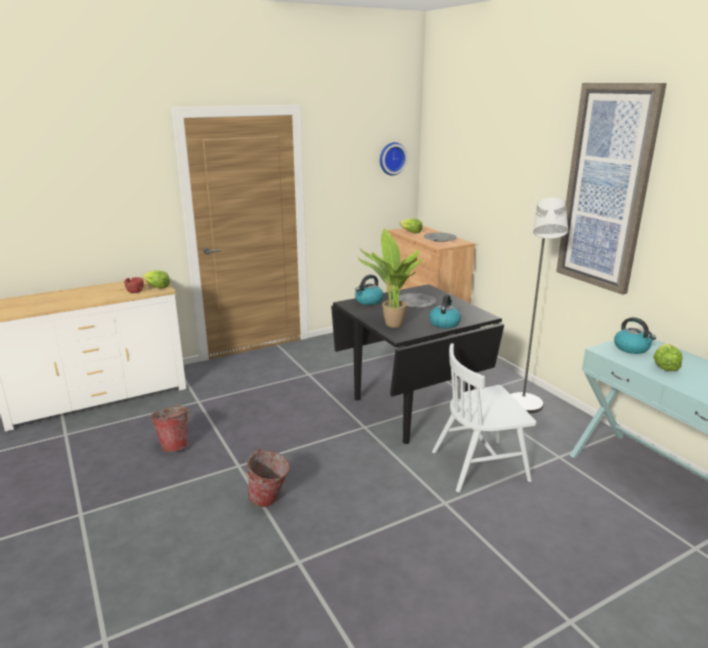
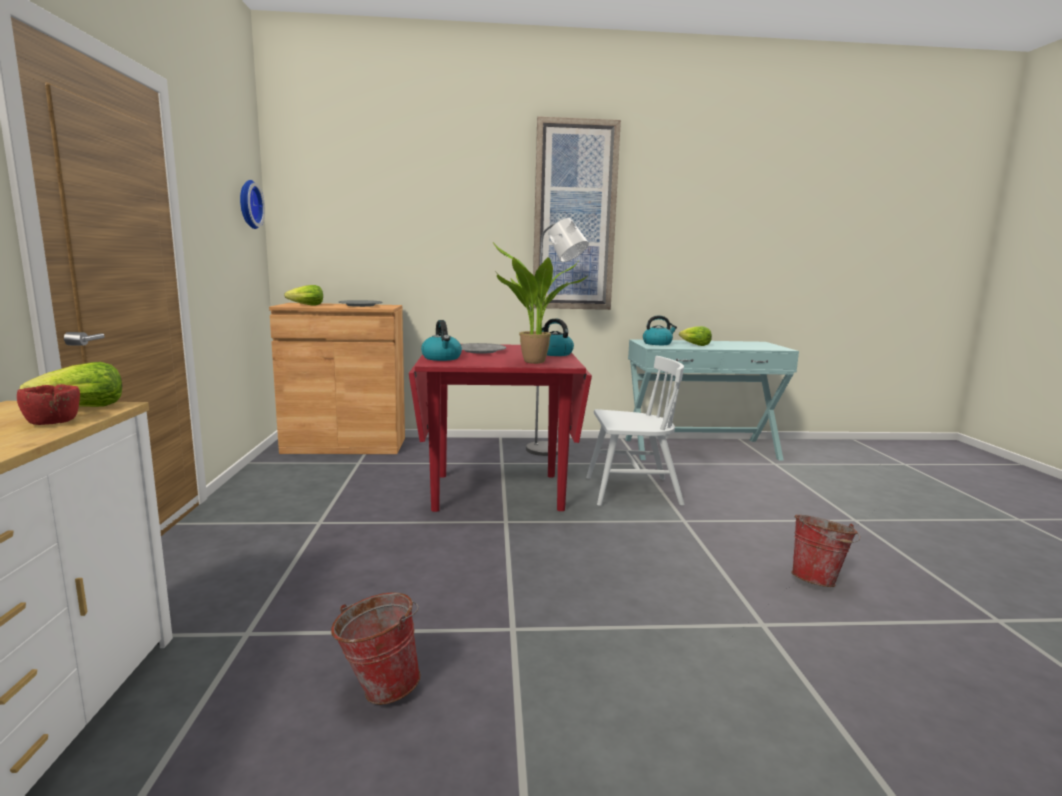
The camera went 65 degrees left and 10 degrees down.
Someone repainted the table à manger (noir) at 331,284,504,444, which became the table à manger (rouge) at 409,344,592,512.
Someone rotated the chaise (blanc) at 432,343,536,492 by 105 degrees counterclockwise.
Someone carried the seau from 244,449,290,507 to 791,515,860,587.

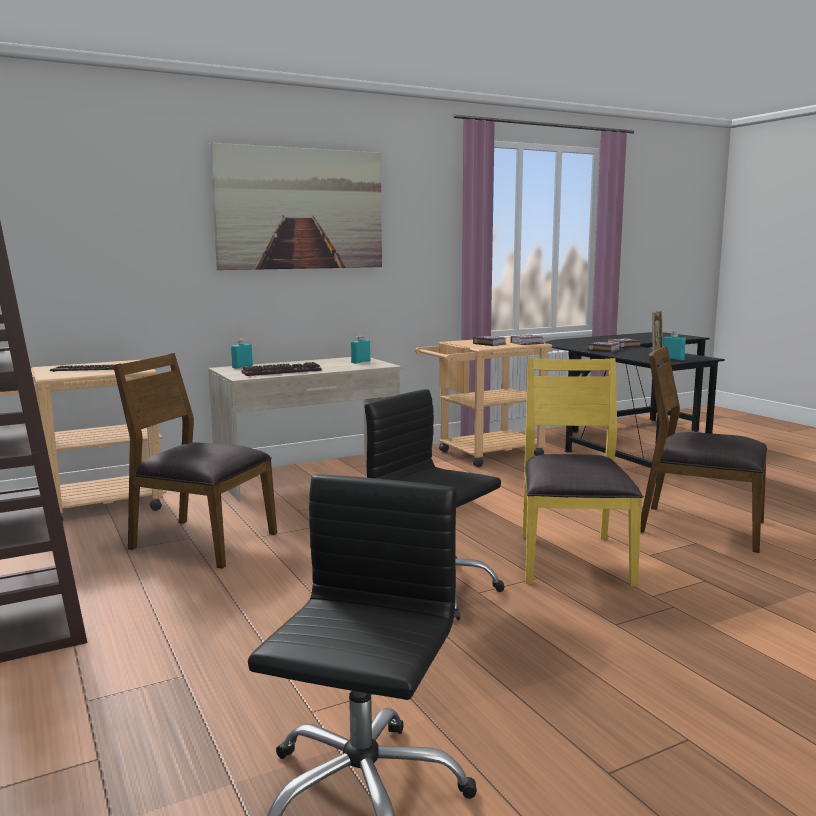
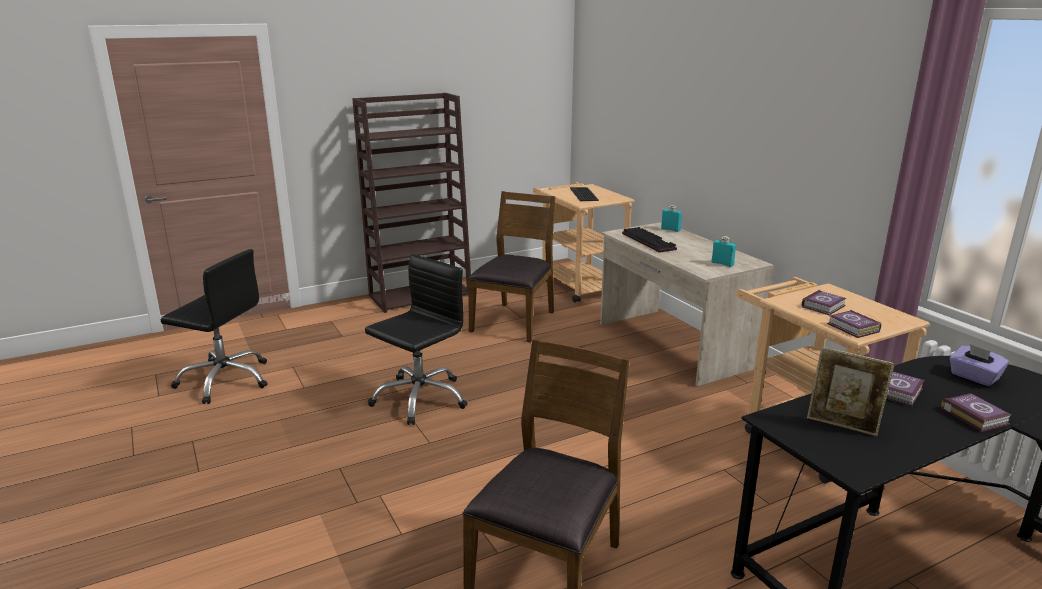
The camera went 90 degrees right and 10 degrees up.
Someone put down the boîte à mouchoirs (violet) at 950,344,1009,386.
Someone took away the tableau at 210,143,382,270.
Someone took away the chaise (jaune) at 523,358,643,587.
Someone took away the bouteille (turquoise) at 662,331,686,361.

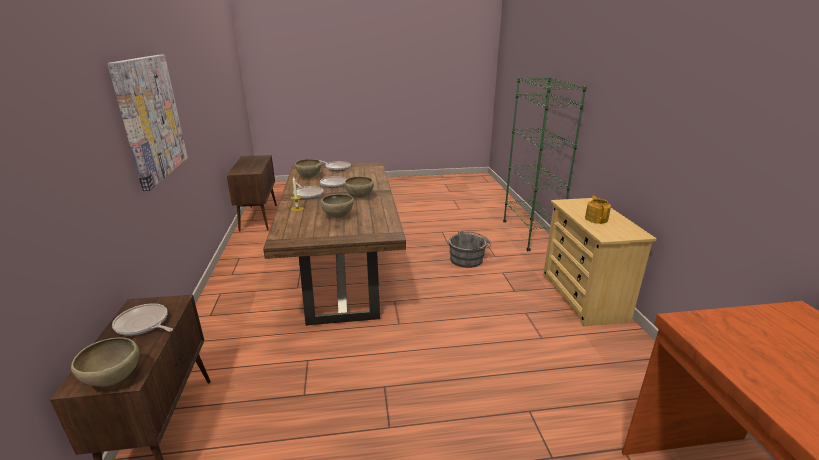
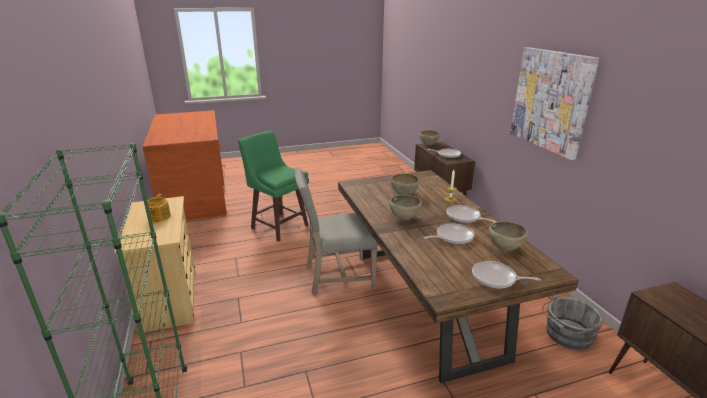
The camera went 170 degrees right and 0 degrees up.
Someone put down the tabouret (vert) at 238,130,309,242.
Someone put down the chaise (beige) at 294,167,378,294.
Someone carried the seau (gris) from 449,231,491,268 to 542,295,603,350.

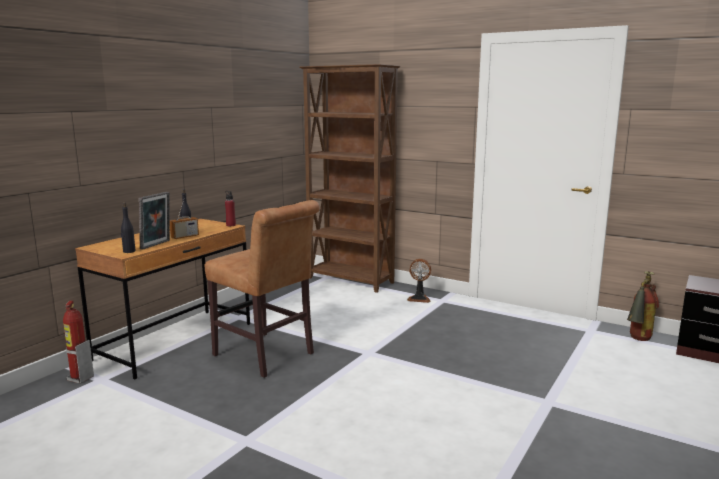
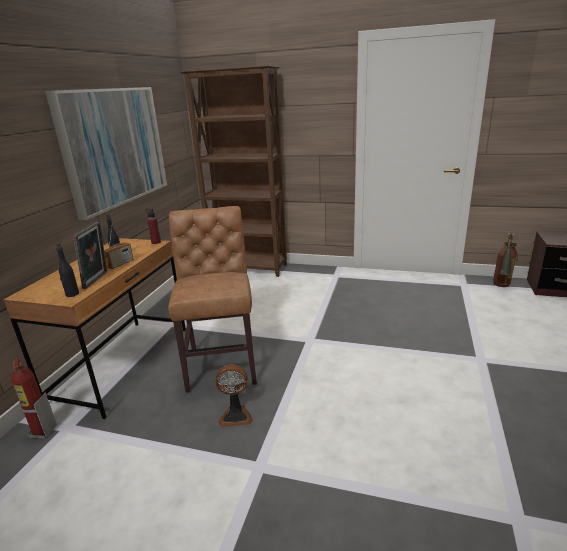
The camera went 15 degrees left and 10 degrees up.
Someone put up the tableau at 45,87,167,220.
Someone rotated the chaise (marron) at 205,200,320,378 by 120 degrees counterclockwise.
Someone carried the ventilateur from 407,259,431,303 to 216,365,253,427.

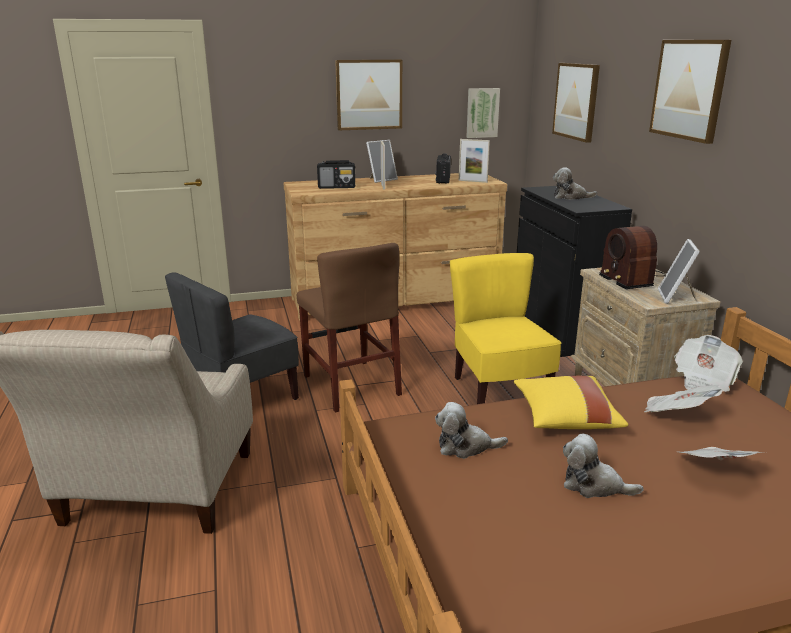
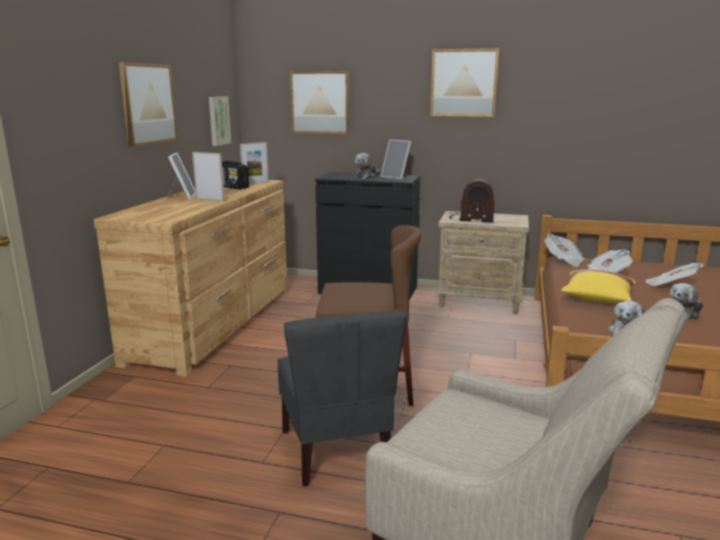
The camera went 60 degrees left and 5 degrees down.
Someone carried the cadre photo from 658,239,700,304 to 381,140,411,180.
Someone took away the radio at 317,160,355,189.
Someone took away the chaise (jaune) at 450,253,561,404.

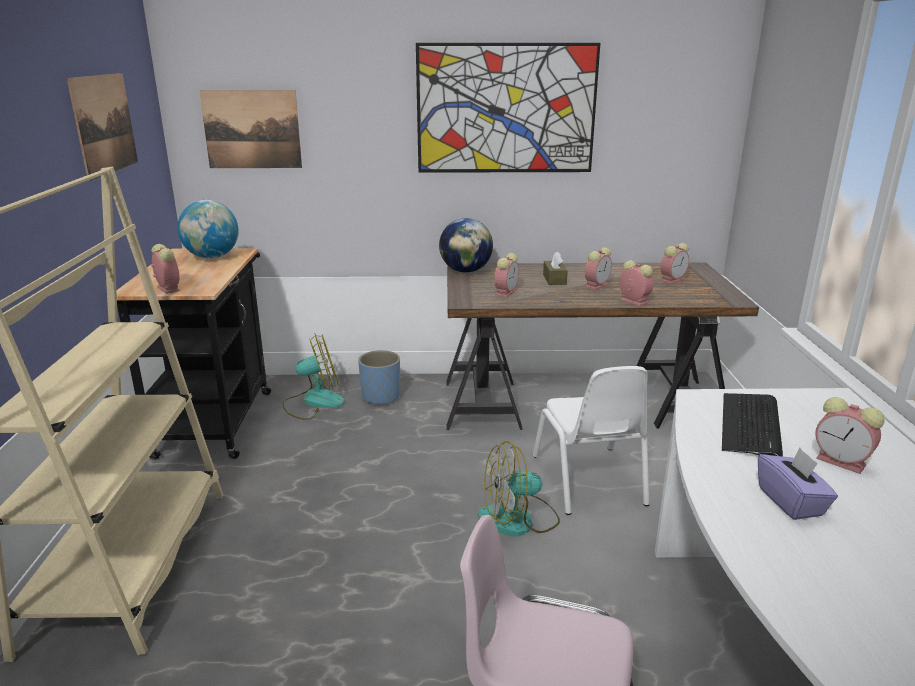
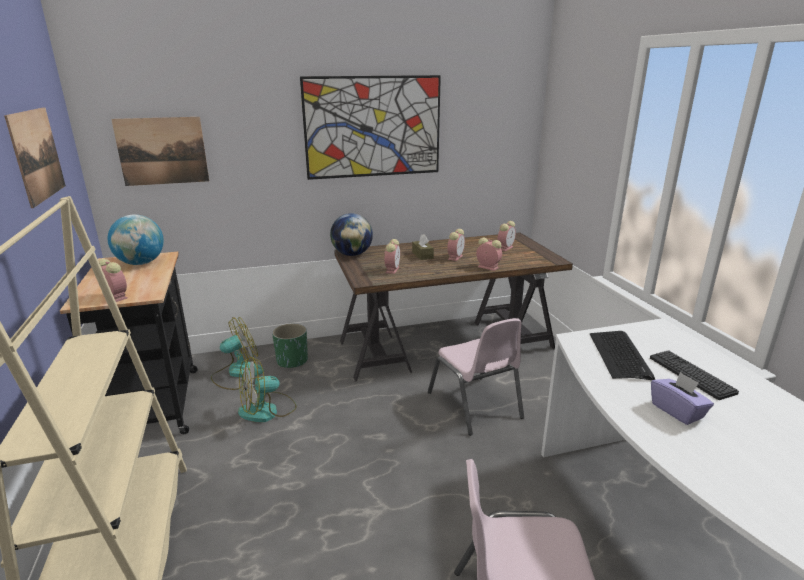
The camera went 15 degrees left and 0 degrees up.
Someone carried the ventilateur from 478,441,560,537 to 238,357,297,422.
Someone repainted the cache-pot (bleu) at 358,350,400,405, which became the cache-pot (vert) at 272,324,308,368.
Someone repainted the chaise (blanc) at 533,366,650,515, which became the chaise (rose) at 428,318,524,436.
Someone swapped the réveil at 815,397,885,474 for the clavier at 650,350,739,400.

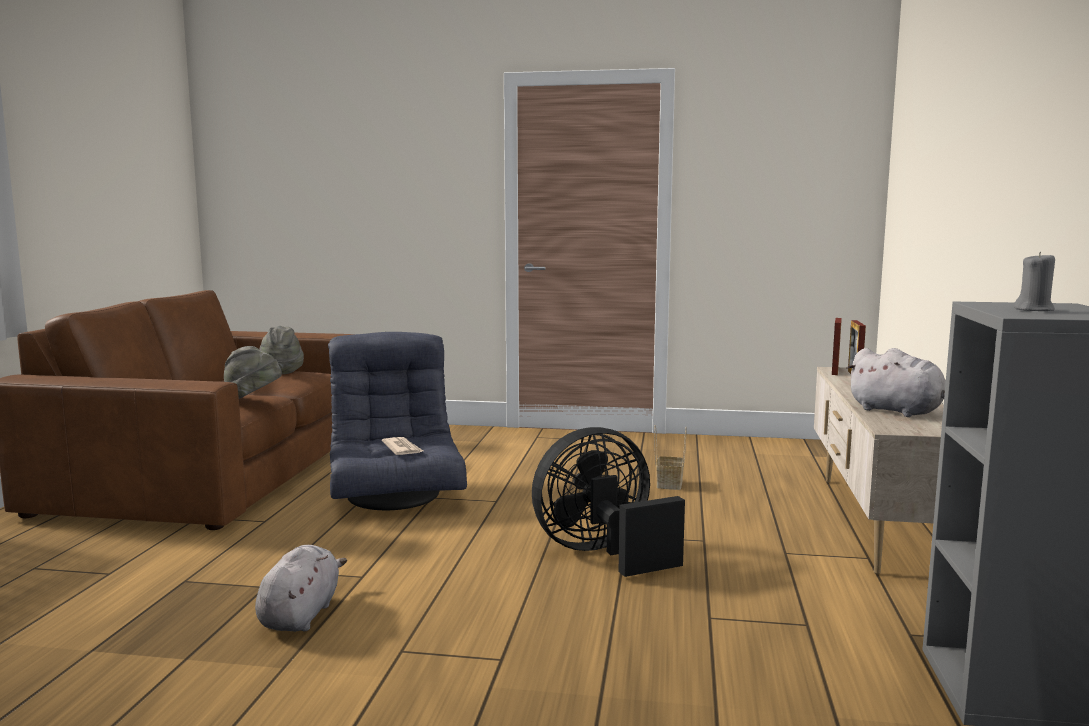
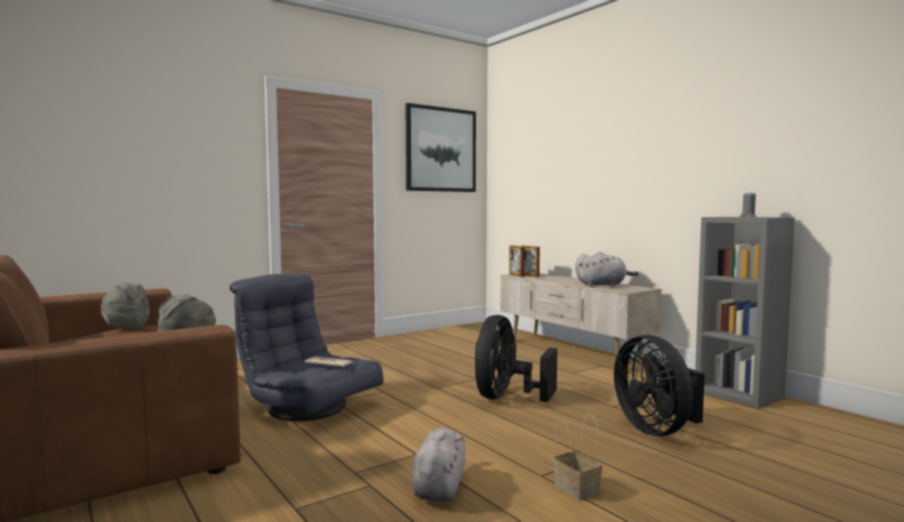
The camera went 45 degrees left and 5 degrees down.
Someone put up the tableau at 406,103,476,192.
Someone rotated the peluche (gris) at 255,545,347,632 by 45 degrees clockwise.
Someone carried the panier from 654,425,687,490 to 553,414,602,500.
Someone put down the ventilateur (noir) at 614,335,705,436.

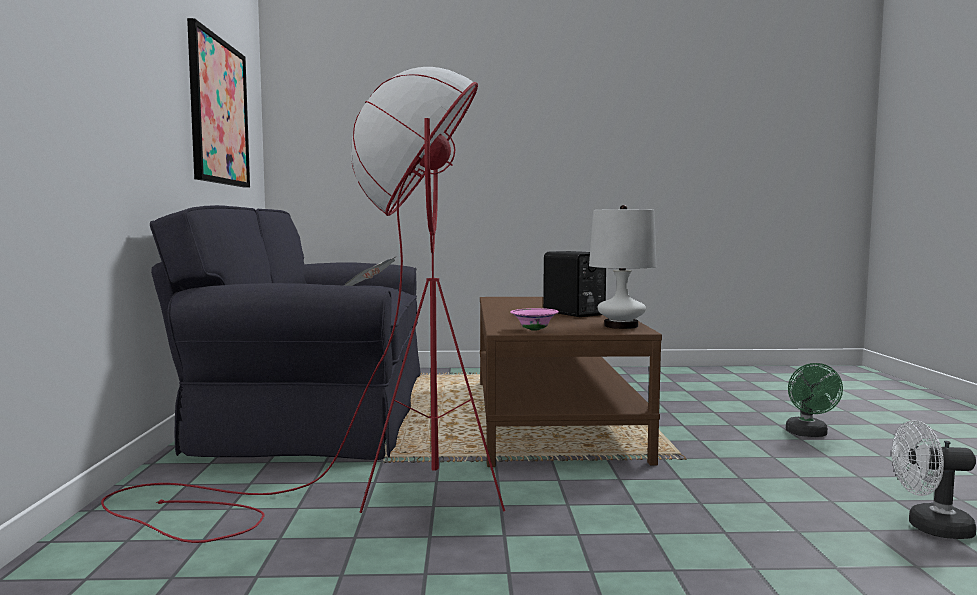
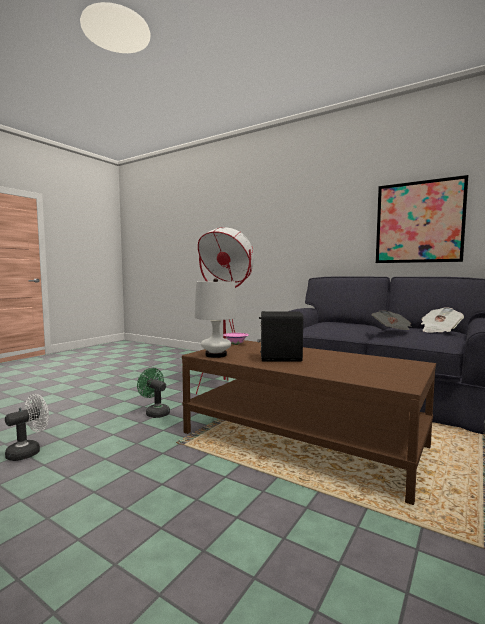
The camera went 125 degrees right and 0 degrees up.
Someone carried the ventilateur (vert) from 786,363,843,437 to 137,368,170,418.
Someone put down the journal at 421,307,464,333.

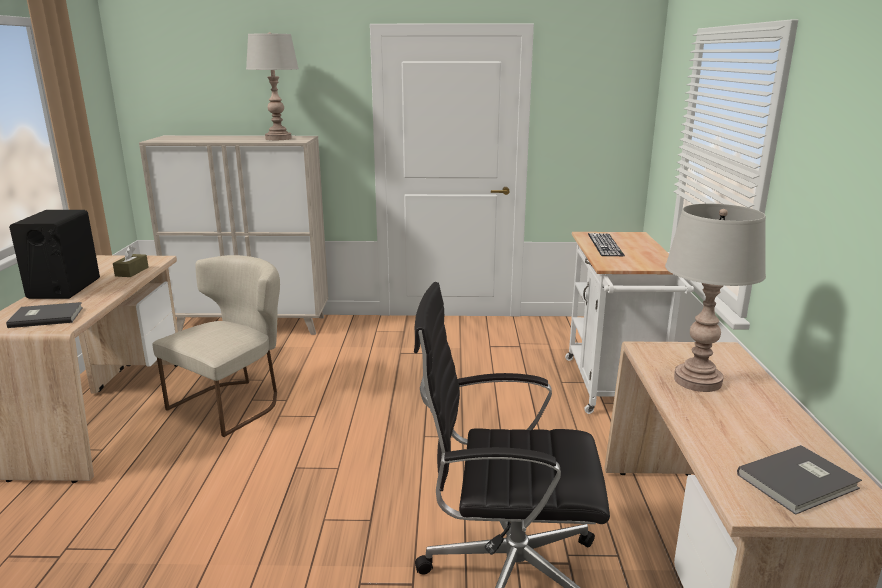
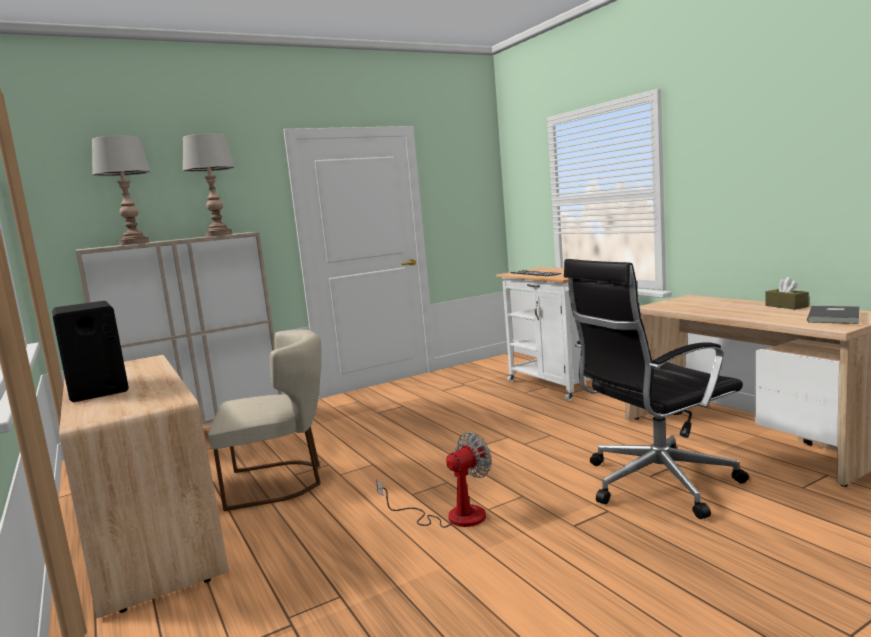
The camera went 30 degrees left and 10 degrees down.
Someone carried the lampe de table (gris) from 665,204,766,392 to 92,136,151,245.
Someone rotated the chaise (beige) at 152,255,280,437 by 75 degrees clockwise.
Someone put down the ventilateur at 376,432,492,528.
Someone carried the boîte à mouchoirs (marron) from 113,246,149,277 to 765,277,809,310.
Someone took away the livre (gris) at 6,302,83,328.

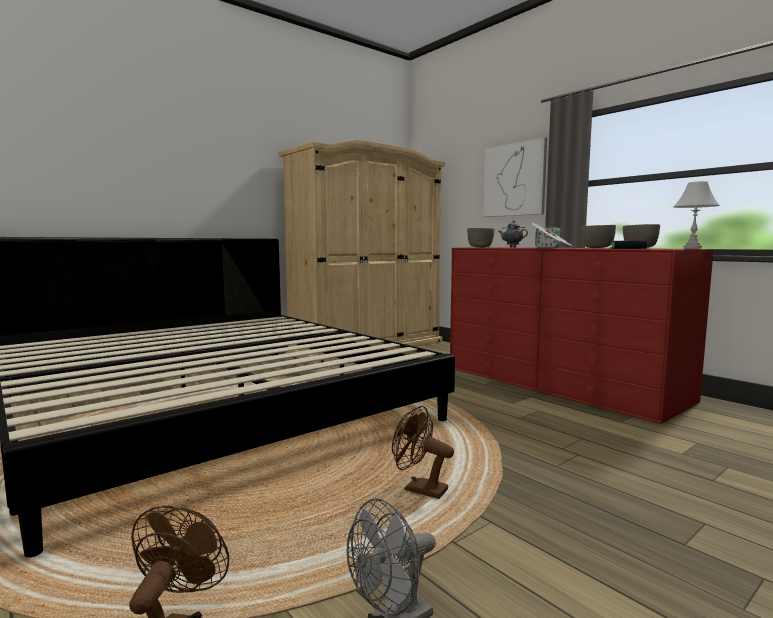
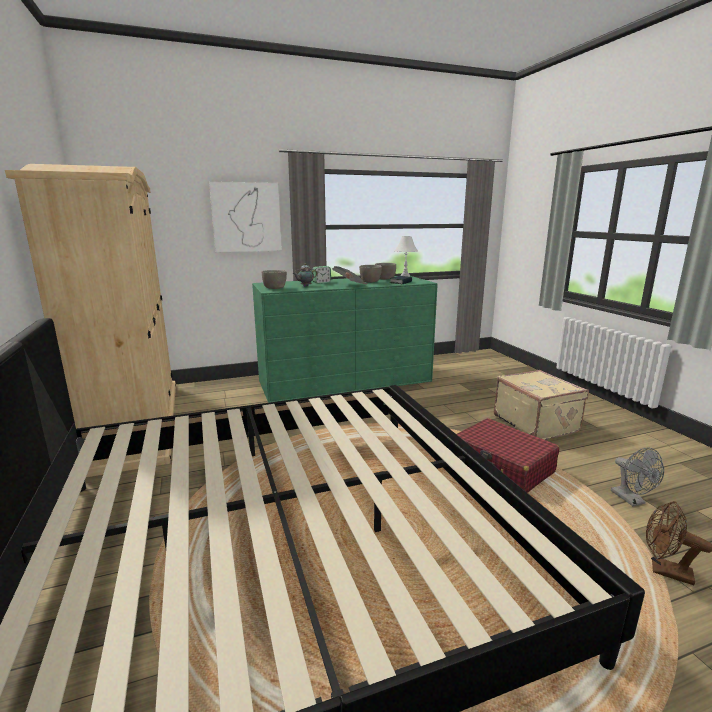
The camera went 70 degrees left and 10 degrees up.
Someone repainted the commode (rouge) at 450,247,714,424, which became the commode (vert) at 252,276,438,403.
Someone swapped the ventilateur (marron) at 392,406,454,499 for the valise (rouge) at 457,418,559,493.
Someone put down the valise (beige) at 494,370,589,440.

